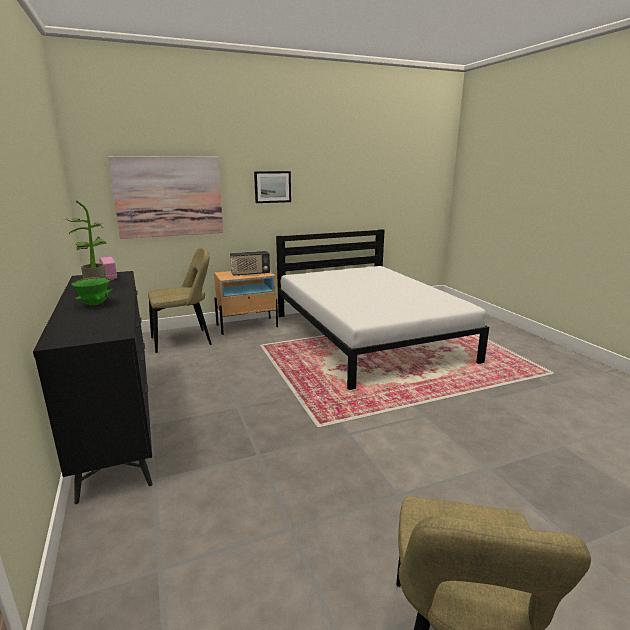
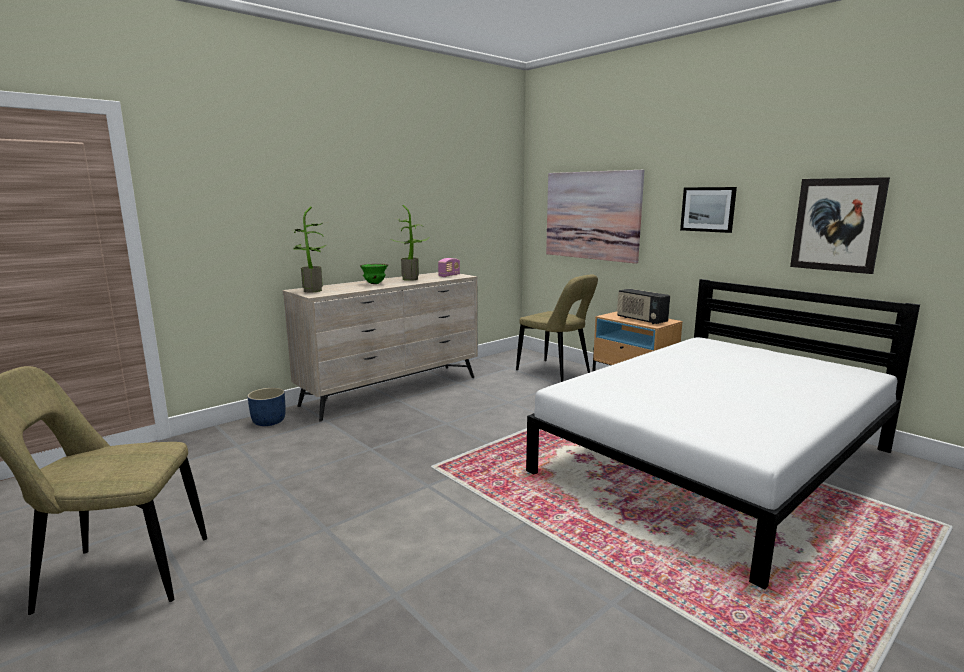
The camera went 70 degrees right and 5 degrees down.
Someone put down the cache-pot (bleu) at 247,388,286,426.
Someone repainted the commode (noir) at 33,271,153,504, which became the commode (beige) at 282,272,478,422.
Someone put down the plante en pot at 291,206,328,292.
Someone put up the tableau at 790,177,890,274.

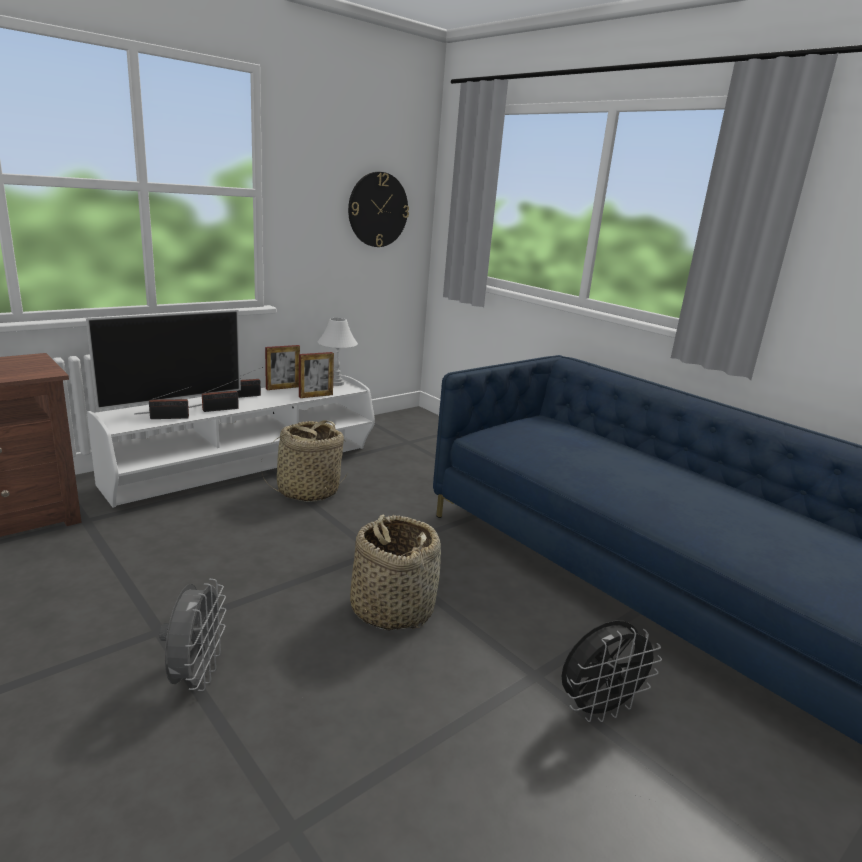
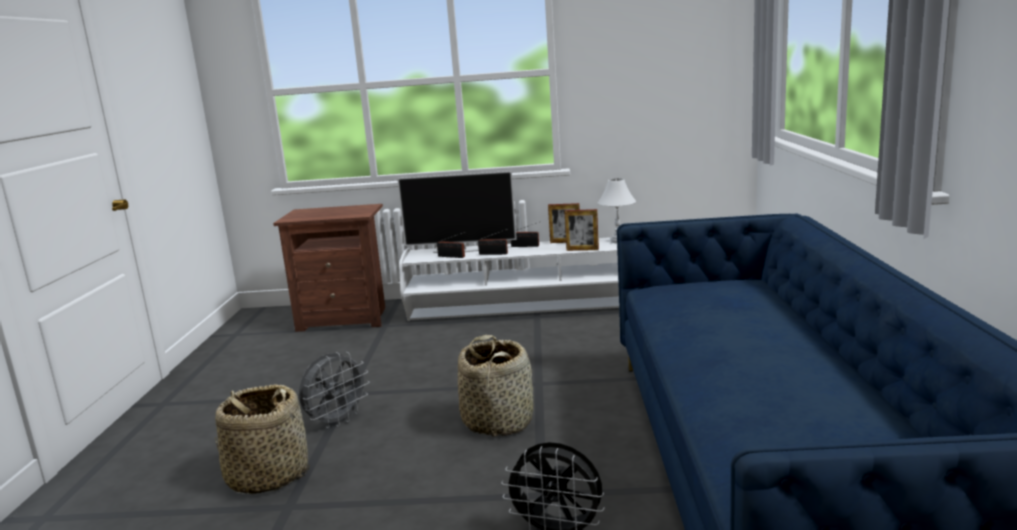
The camera went 45 degrees right and 5 degrees down.
Someone carried the panier from 261,420,347,502 to 215,384,310,494.
Someone took away the horloge murale at 348,172,409,247.

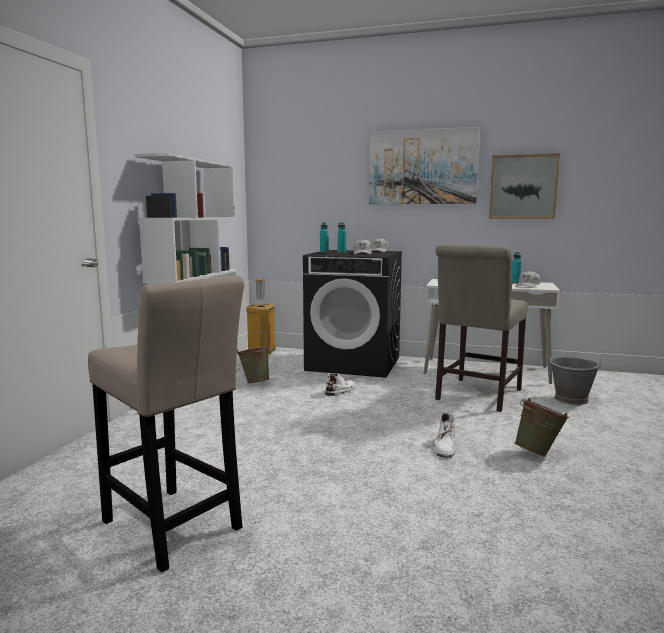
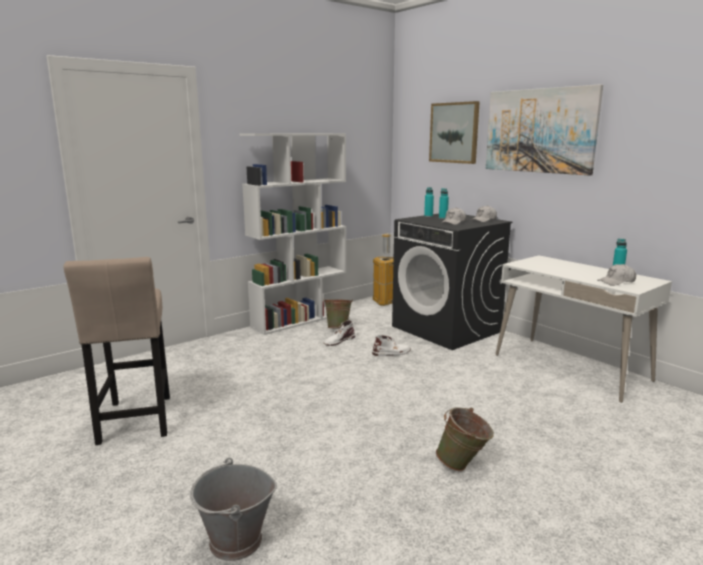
The camera went 35 degrees right and 5 degrees up.
Someone carried the seau (gris) from 548,355,602,405 to 190,458,277,561.
Someone carried the botte (blanc) from 433,413,456,457 to 323,320,355,346.
Someone carried the tableau from 489,153,560,219 to 429,101,480,164.
Someone took away the chaise (beige) at 435,244,528,412.

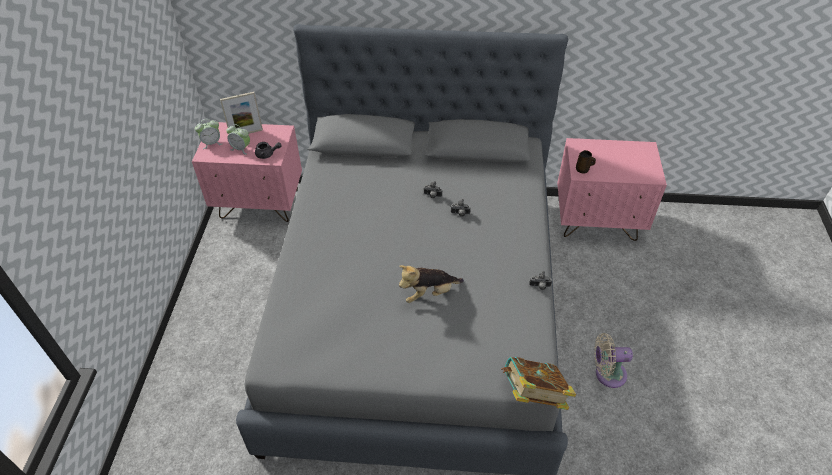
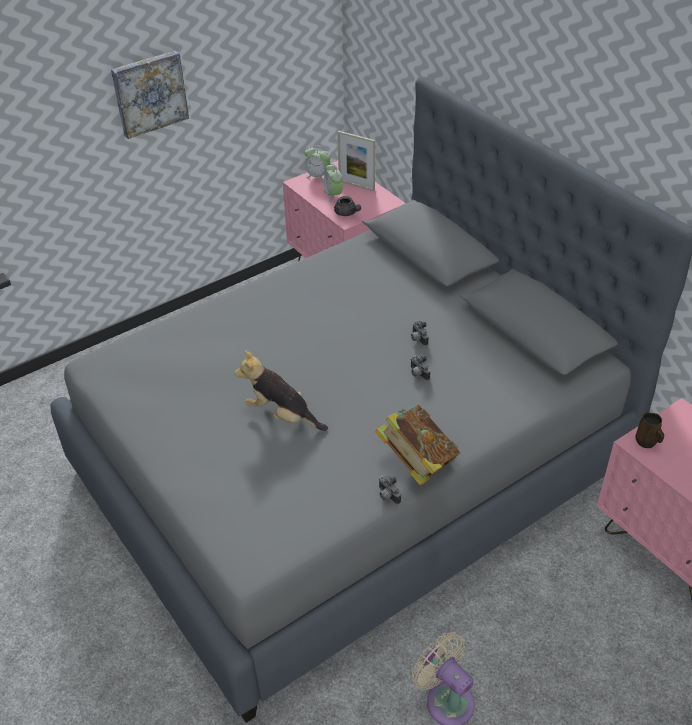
The camera went 50 degrees right and 5 degrees down.
Someone put up the tableau at 111,50,189,139.
Someone carried the livre from 501,357,576,410 to 375,404,460,486.

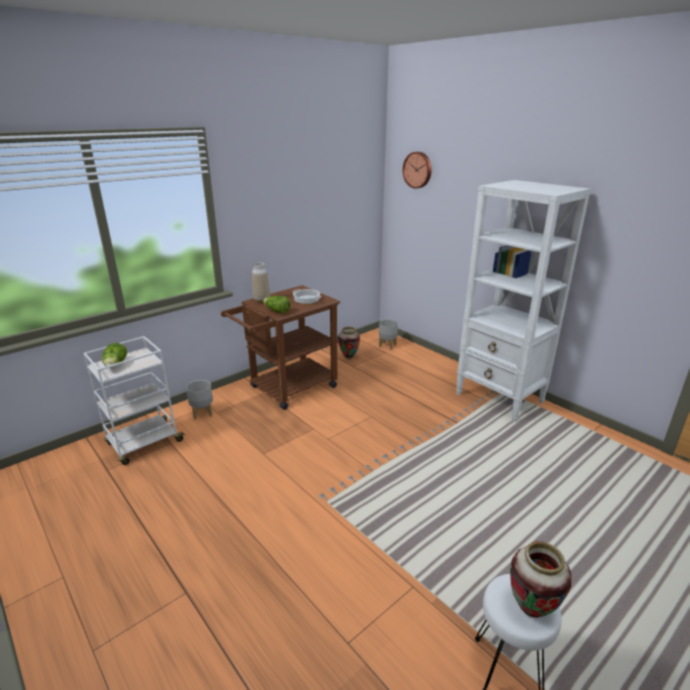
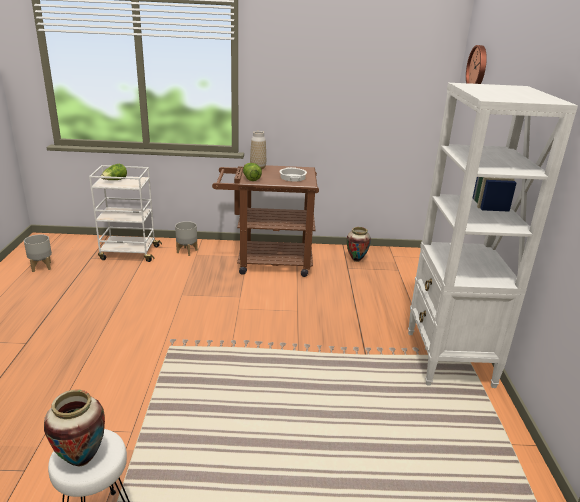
The camera went 40 degrees right and 0 degrees up.
Someone carried the cache-pot (gris) from 379,319,398,350 to 24,234,52,272.

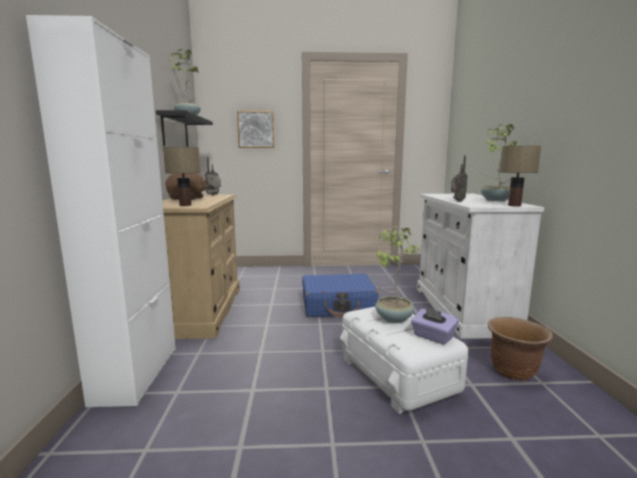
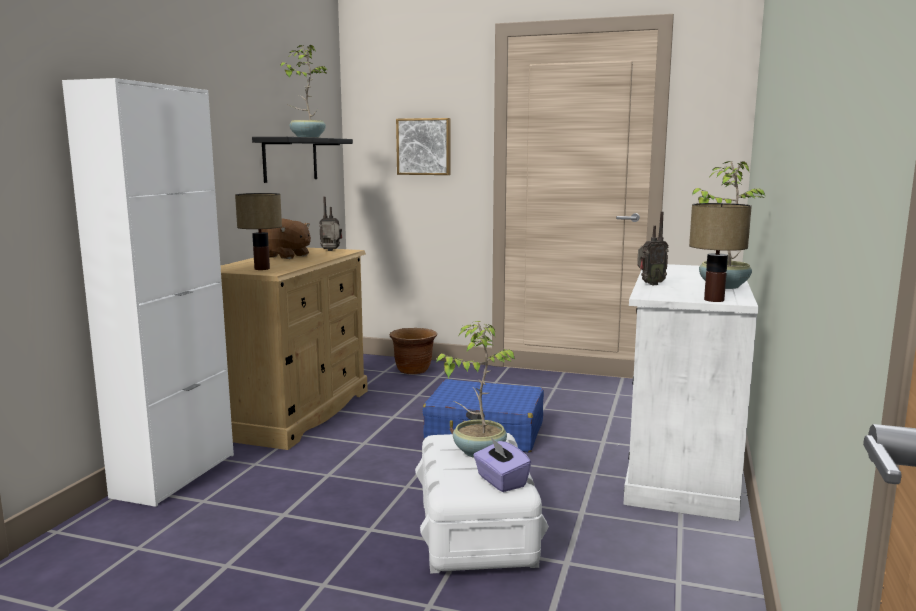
The camera went 20 degrees right and 0 degrees up.
Someone carried the cache-pot (marron) from 488,317,553,380 to 390,328,437,374.

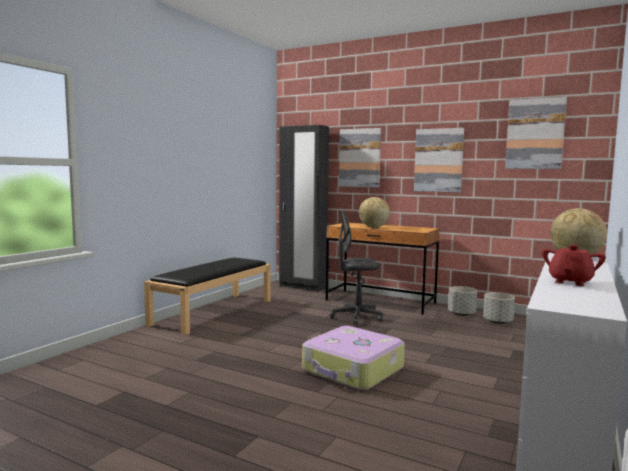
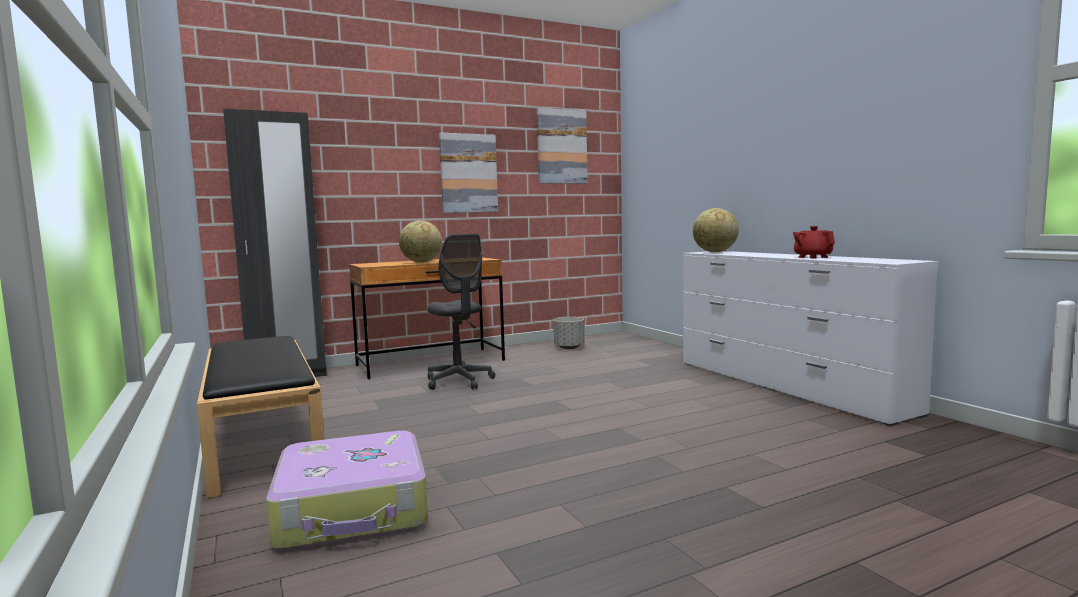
The camera went 55 degrees left and 0 degrees up.
Someone carried the valise from 302,326,405,391 to 266,431,428,550.
Someone rotated the chaise de bureau (gris) at 330,209,383,325 by 60 degrees counterclockwise.
Someone took away the tableau at 339,128,381,188.
Someone took away the cache-pot (gris) at 448,286,477,316.

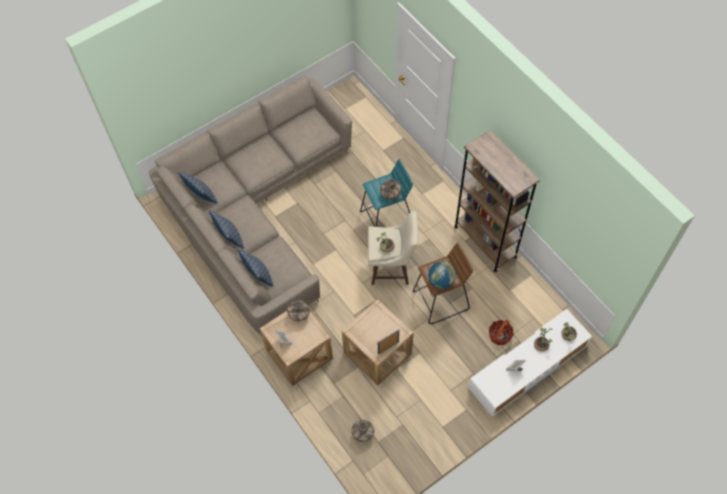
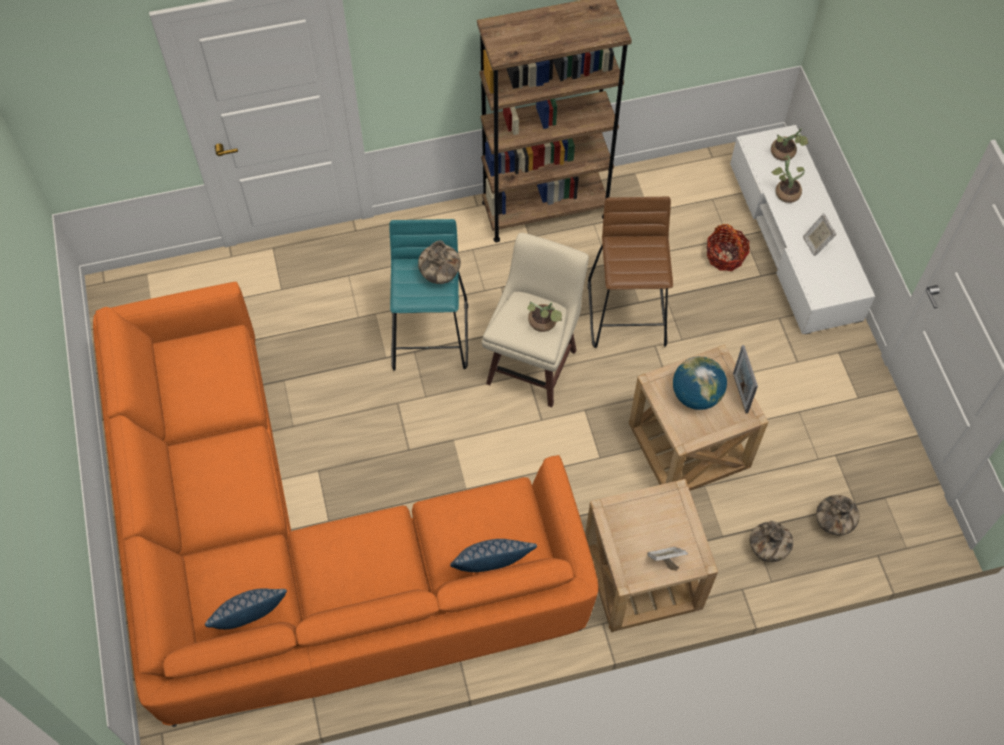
The camera went 70 degrees left and 0 degrees up.
Someone repainted the canapé (beige) at 149,75,352,336, which became the canapé (orange) at 93,282,598,727.
Someone carried the globe from 428,262,456,289 to 673,356,727,410.
Someone carried the vase from 287,300,310,321 to 750,521,793,562.
Someone took away the coussin at 209,210,244,248.

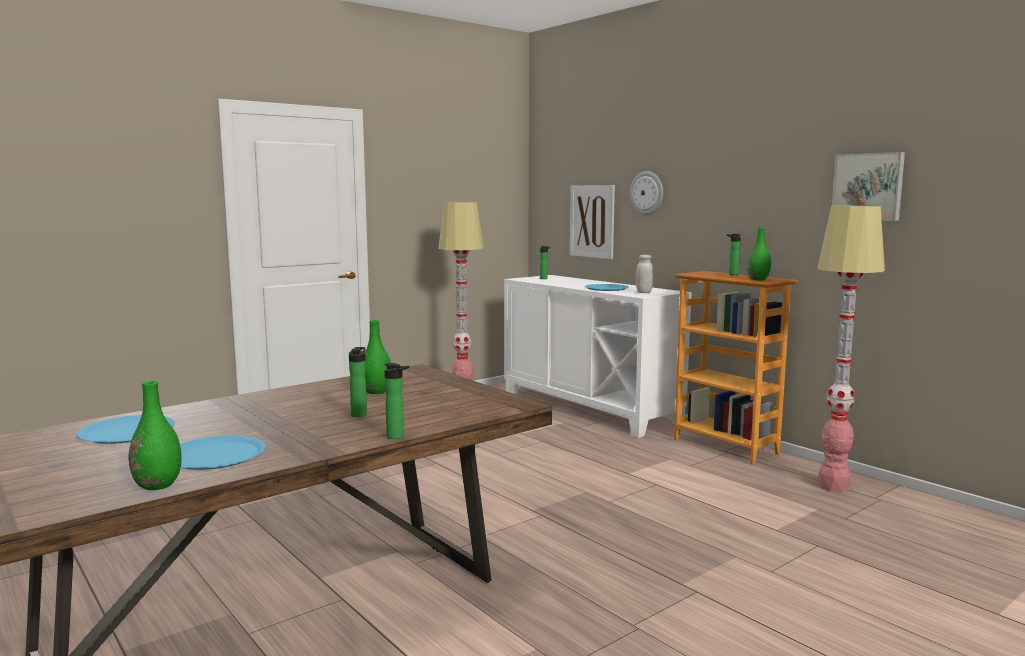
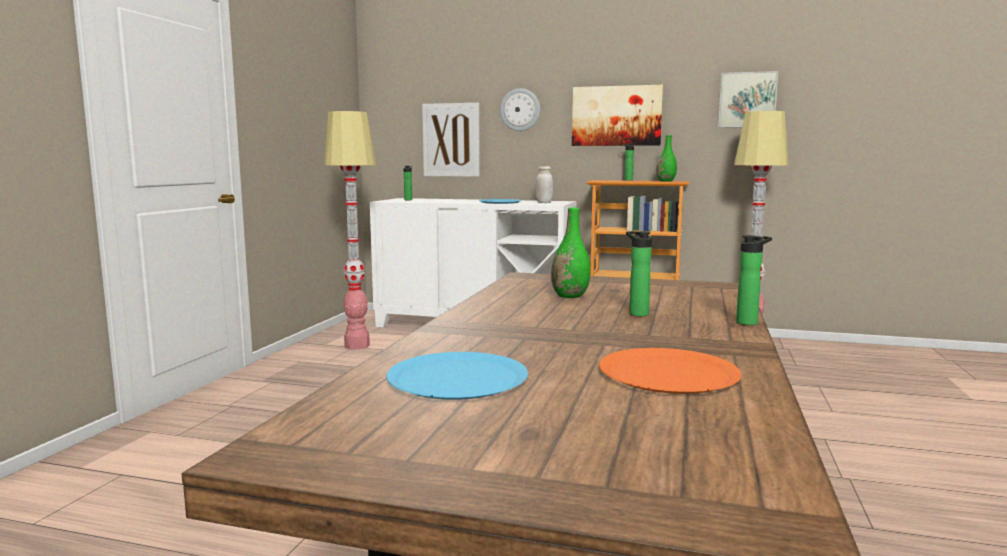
The camera went 35 degrees left and 0 degrees up.
Someone put up the tableau at 572,85,663,146.
Someone repainted the assiette (bleu) at 180,435,266,470, which became the assiette (orange) at 599,348,741,394.
Someone took away the vase (vert) at 129,381,182,490.

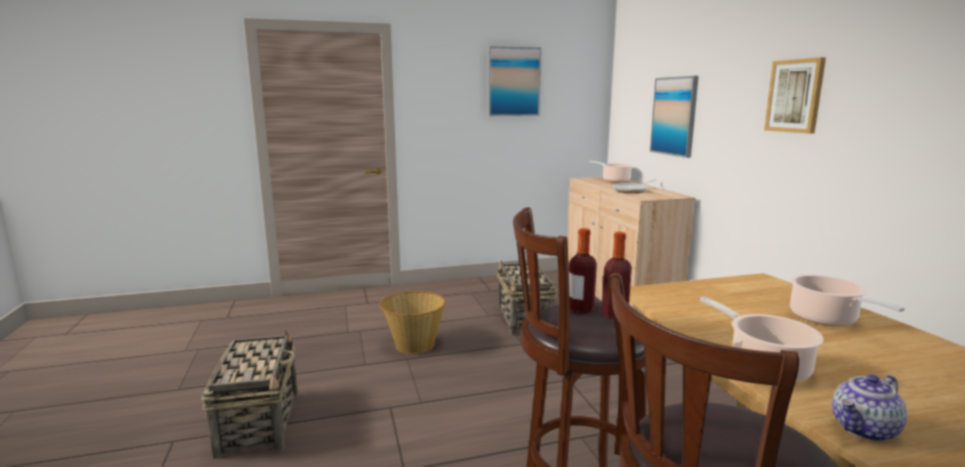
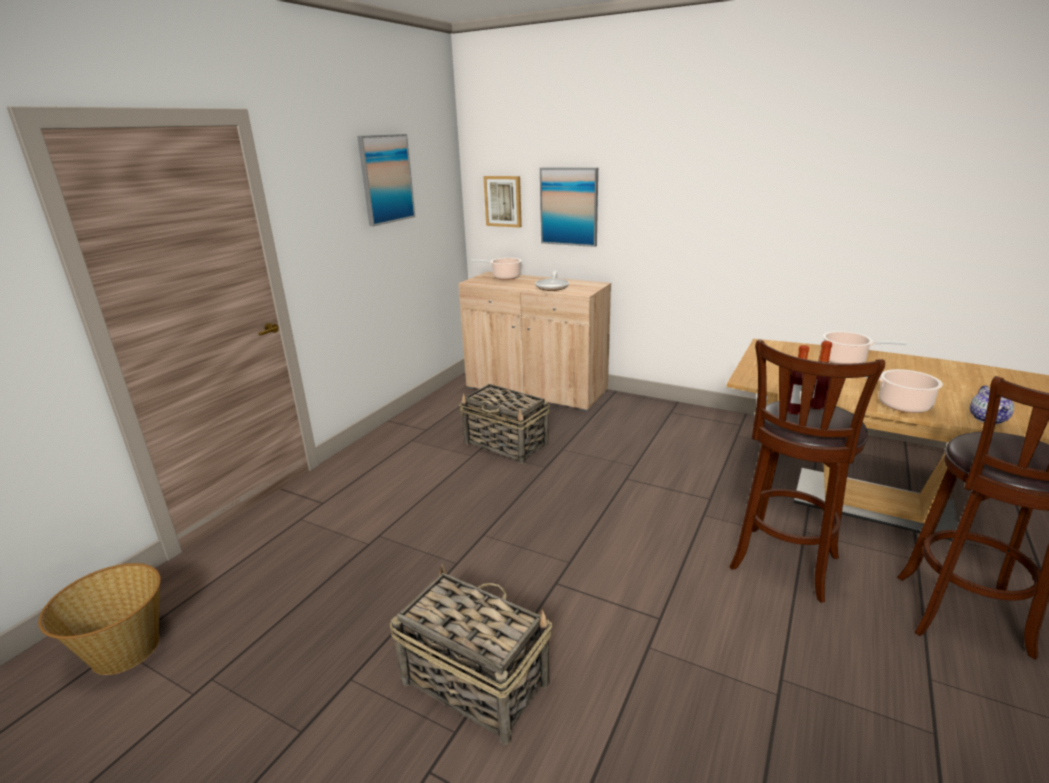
The camera went 45 degrees left and 10 degrees up.
Someone carried the panier from 380,291,446,354 to 38,563,161,675.
Someone carried the tableau from 764,57,826,134 to 483,176,522,228.

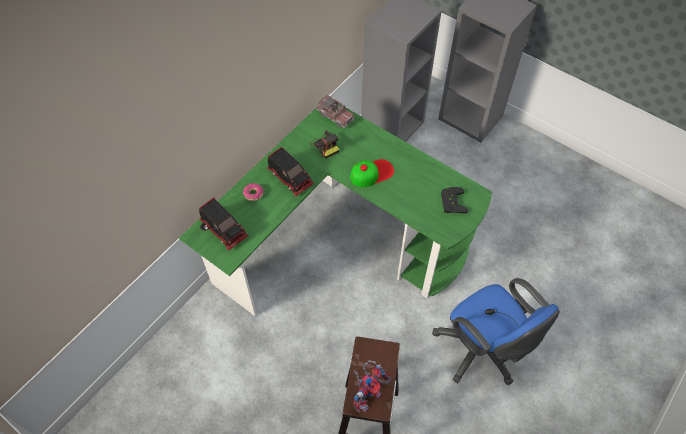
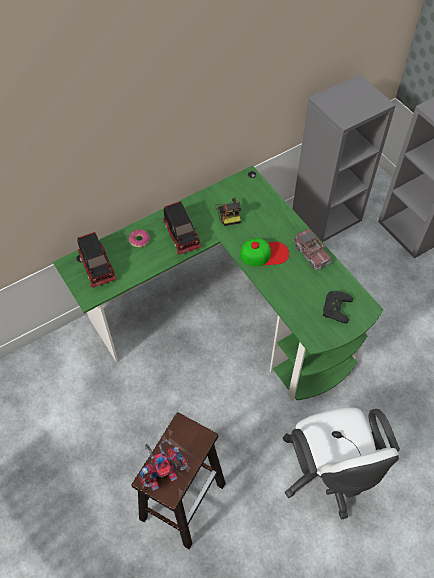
The camera went 20 degrees right and 0 degrees up.
Someone repainted the chaise de bureau (bleu) at 432,278,560,385, which became the chaise de bureau (blanc) at 282,407,400,519.
Someone carried the camion jouet from 316,95,355,128 to 292,228,332,270.

